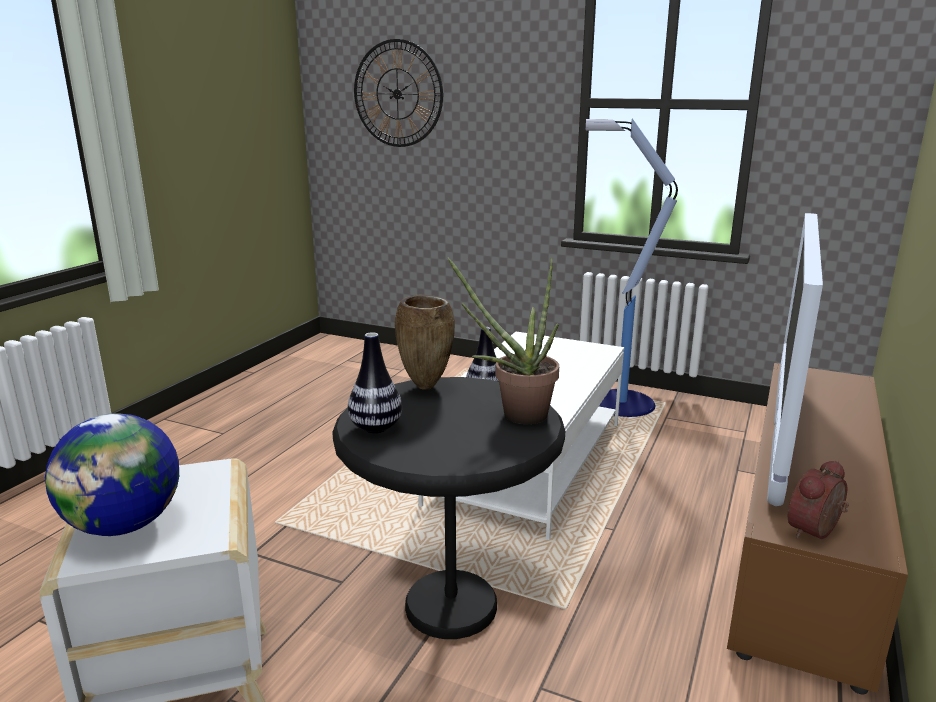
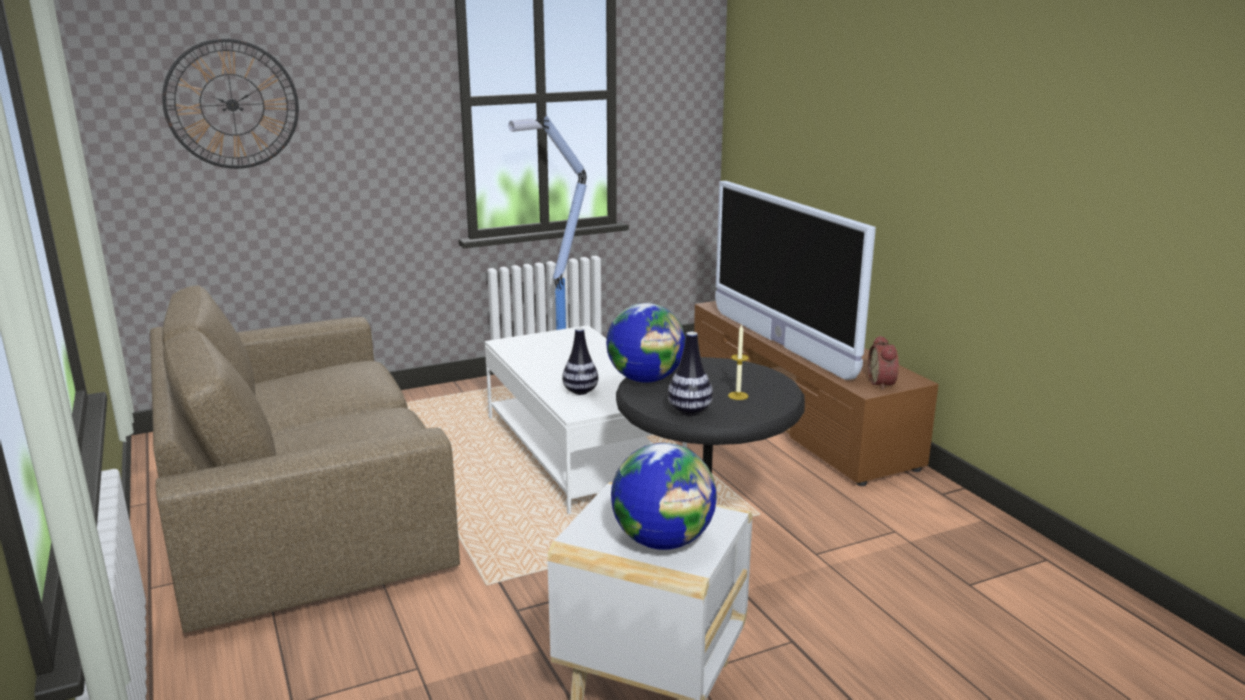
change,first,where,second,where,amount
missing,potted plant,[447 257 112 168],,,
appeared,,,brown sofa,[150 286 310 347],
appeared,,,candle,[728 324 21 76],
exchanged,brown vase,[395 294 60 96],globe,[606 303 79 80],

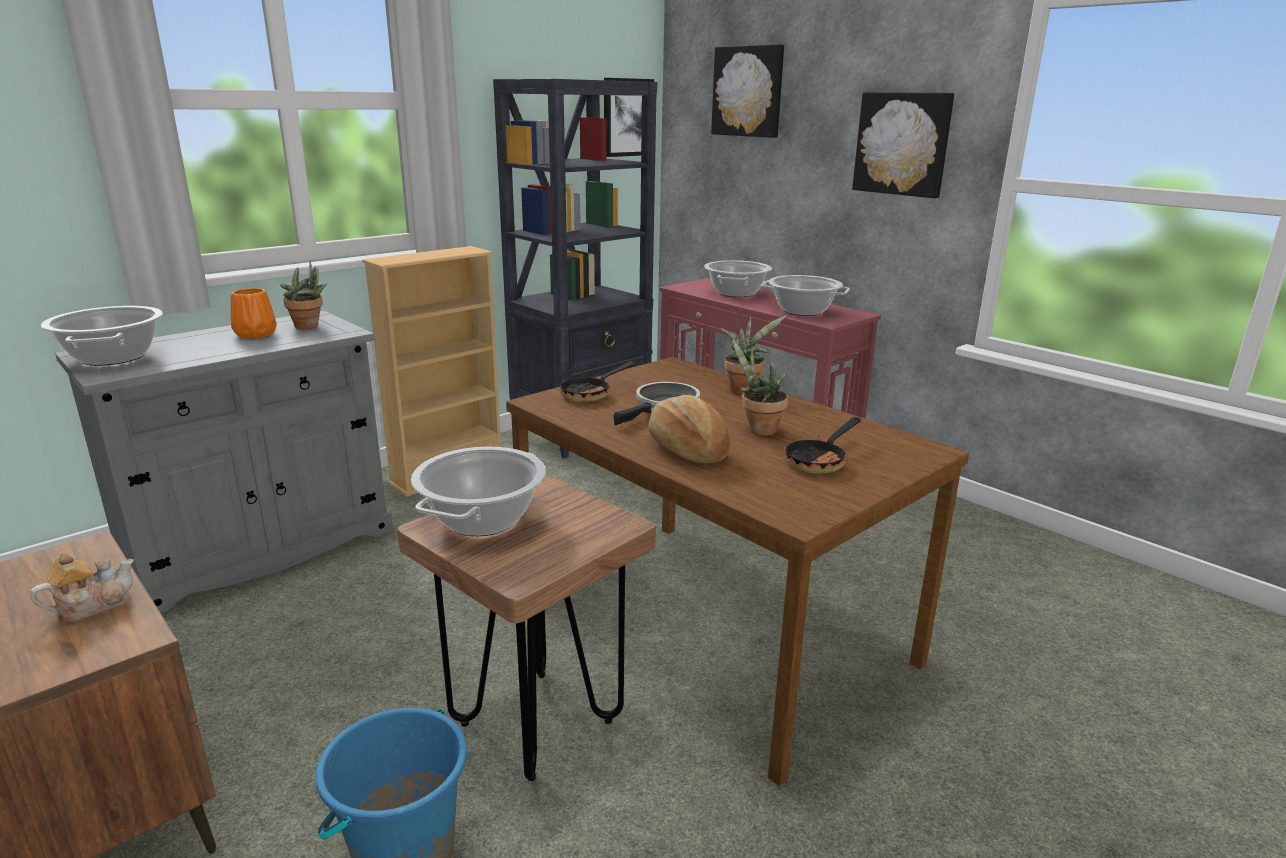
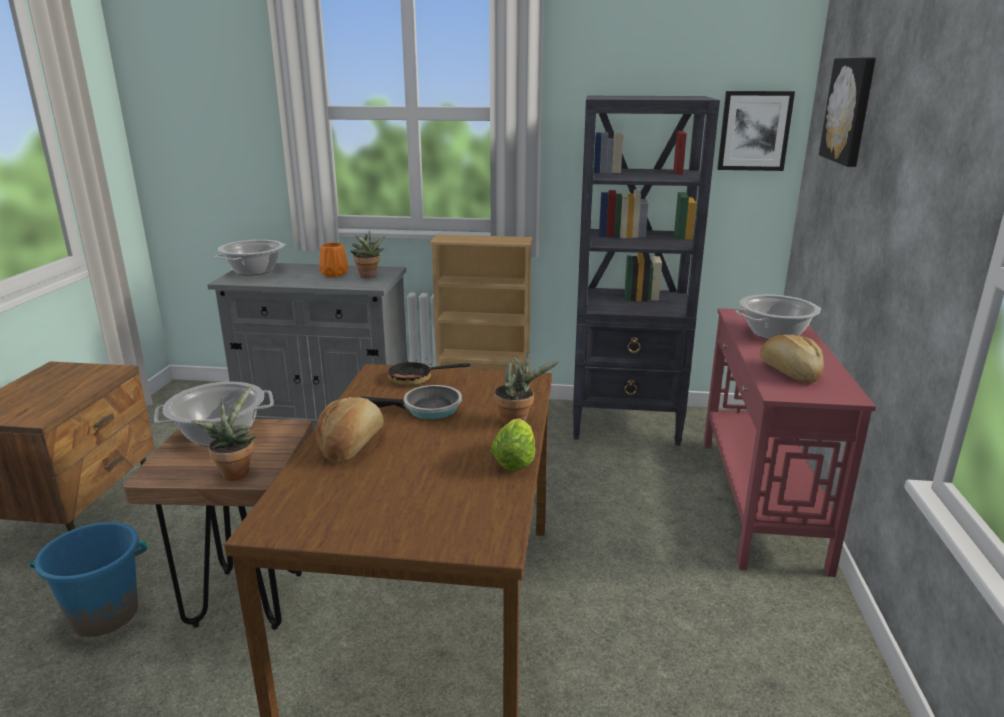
change,first,where,second,where,amount
missing,teapot,[30 553 104 69],,,
missing,frying pan,[785 417 76 56],,,
missing,picture,[852 92 102 106],,,
appeared,,,lettuce,[491 418 44 53],
relocated,potted plant,[732 339 56 97],,[191 385 65 96],
exchanged,cooking pot,[761 275 89 41],bread,[760 335 64 48],

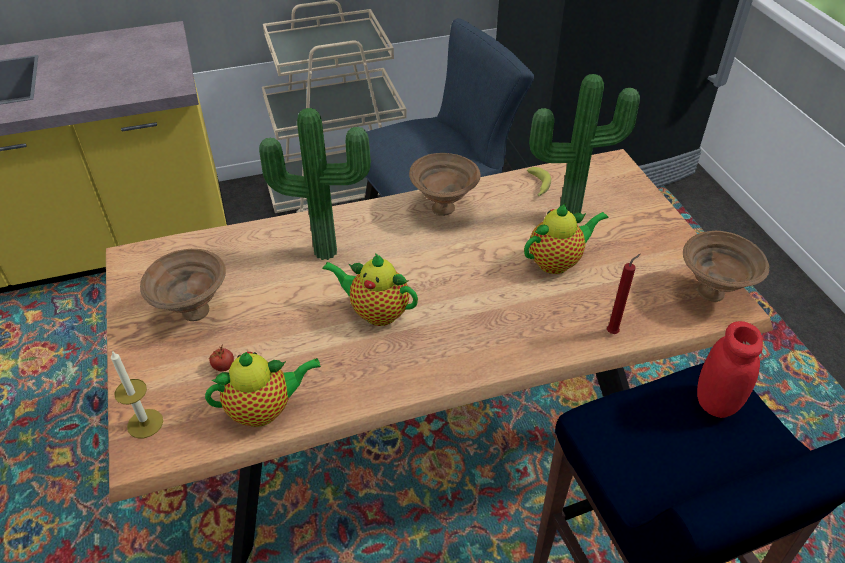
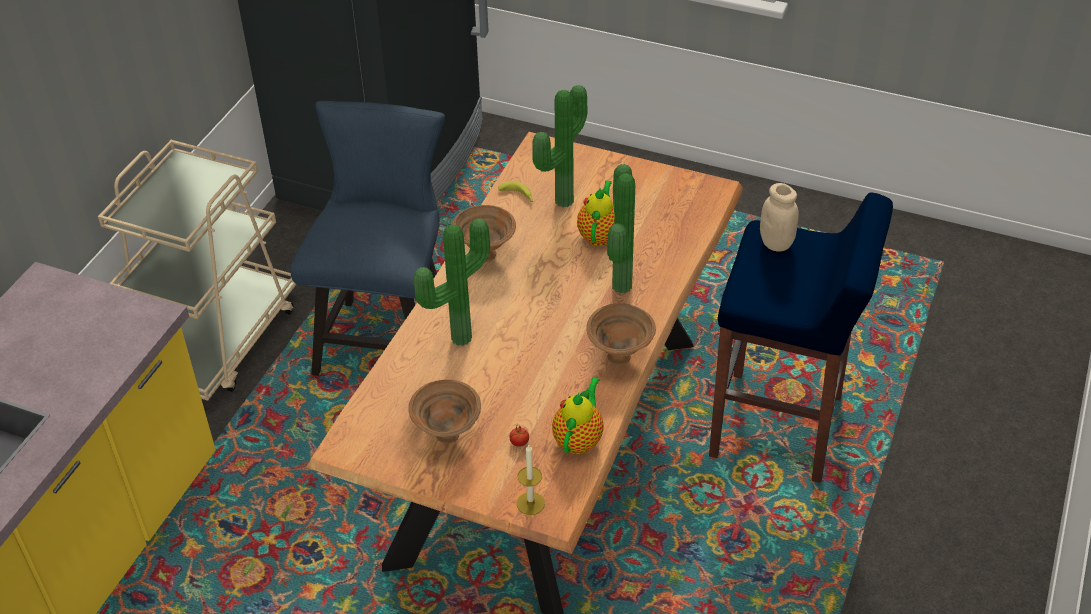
change,first,where,second,where,amount
missing,teapot,[322 253 96 73],,,
missing,red candle,[607 254 34 80],,,
appeared,,,potted plant,[607 164 28 130],
relocated,brown bowl,[683 231 86 71],,[586 303 70 62],
colour,red jar,[697 321 66 97],beige jar,[760 183 39 68],

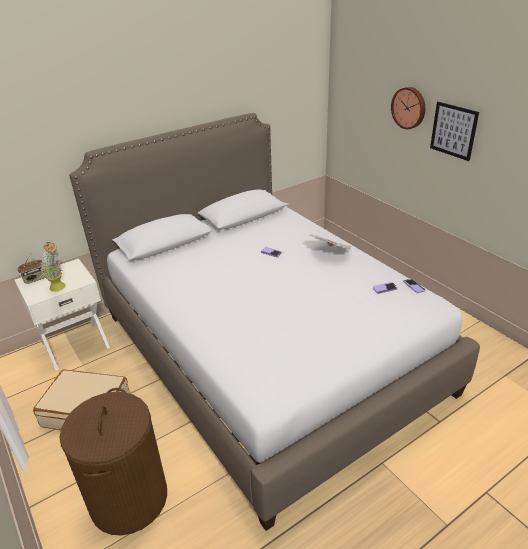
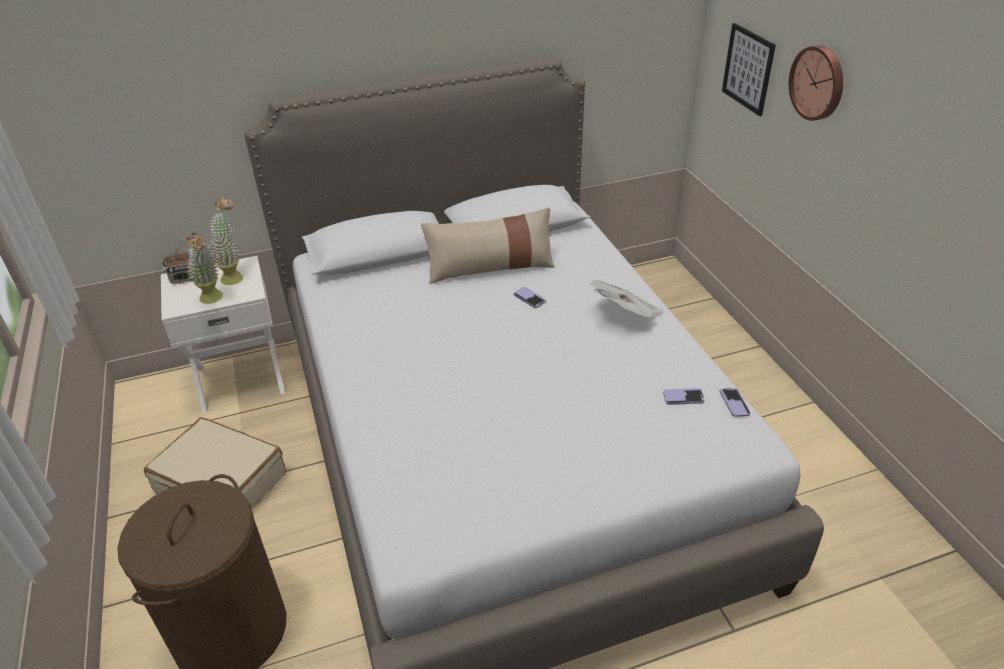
change,first,where,second,where,amount
appeared,,,potted plant,[209 197 34 88],
appeared,,,beige pillow,[421 207 134 77],
relocated,picture,[430 102 49 59],,[722 23 54 93],

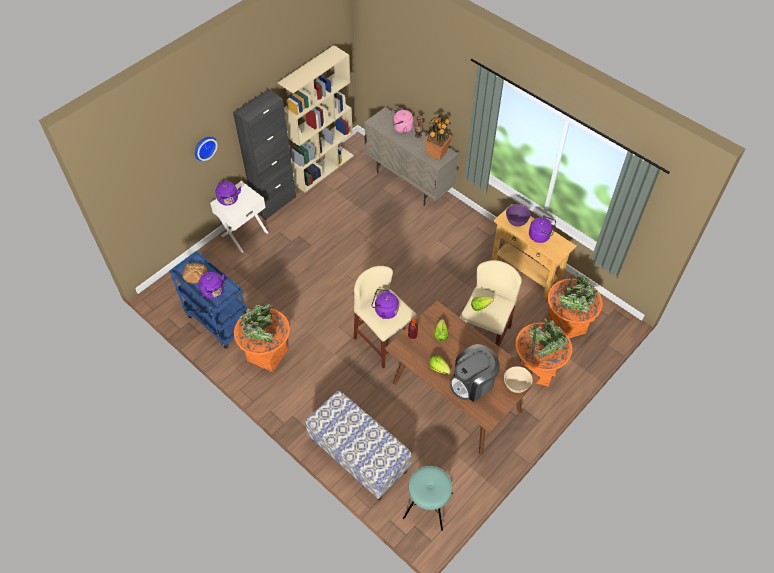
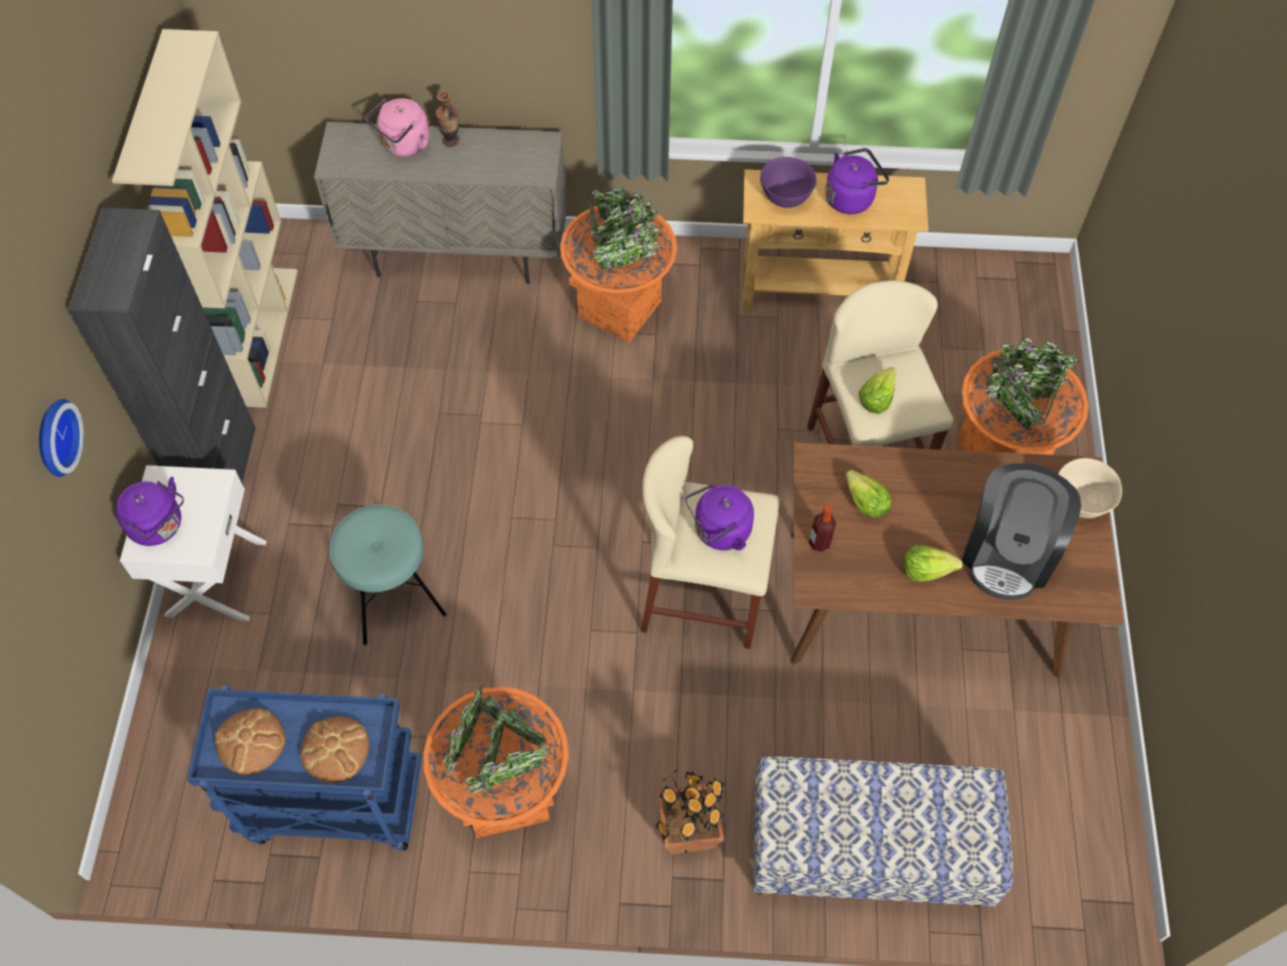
change,first,where,second,where,amount
relocated,turquoise stool,[403 466 50 65],,[329 505 117 140],
relocated,potted plant,[424 116 28 45],,[655 769 70 86],
relocated,orange planter,[548 273 55 65],,[560 187 117 155],
exchanged,purple kettle,[199 272 27 27],bread,[300 717 69 66],

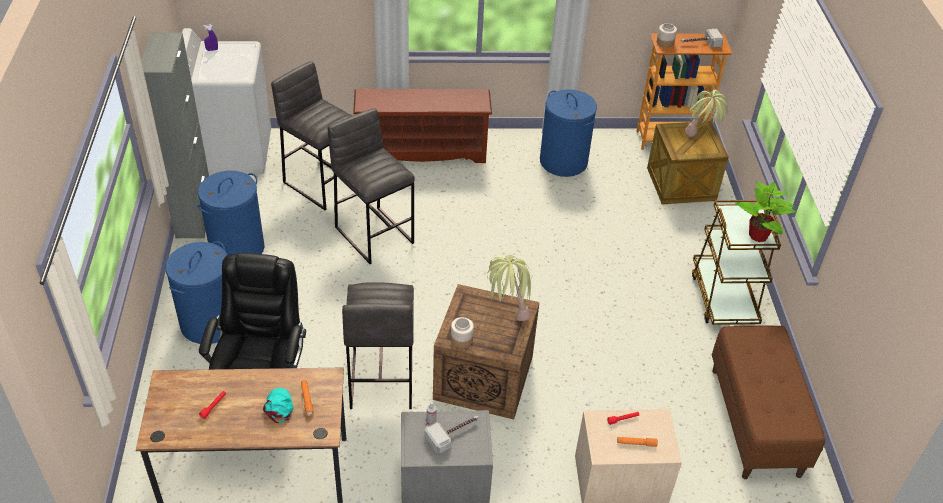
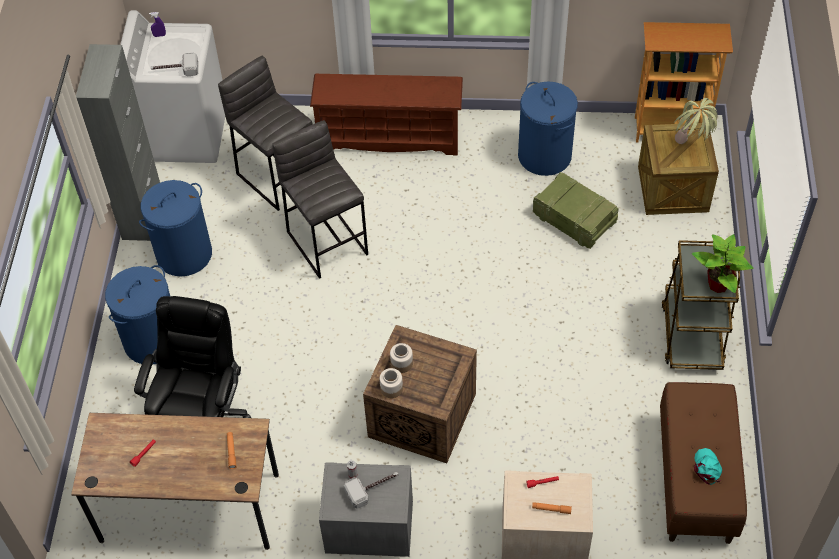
change,first,where,second,where,amount
missing,grey stool,[342 282 72 127],,,
missing,potted plant,[487 255 44 66],,,
appeared,,,crate,[533 172 85 77],
relocated,turquoise cap,[263 388 31 35],,[694 448 28 37],
relocated,jar,[657 23 20 25],,[390 343 23 30],
relocated,hammer,[681 29 43 18],,[151 53 47 23],

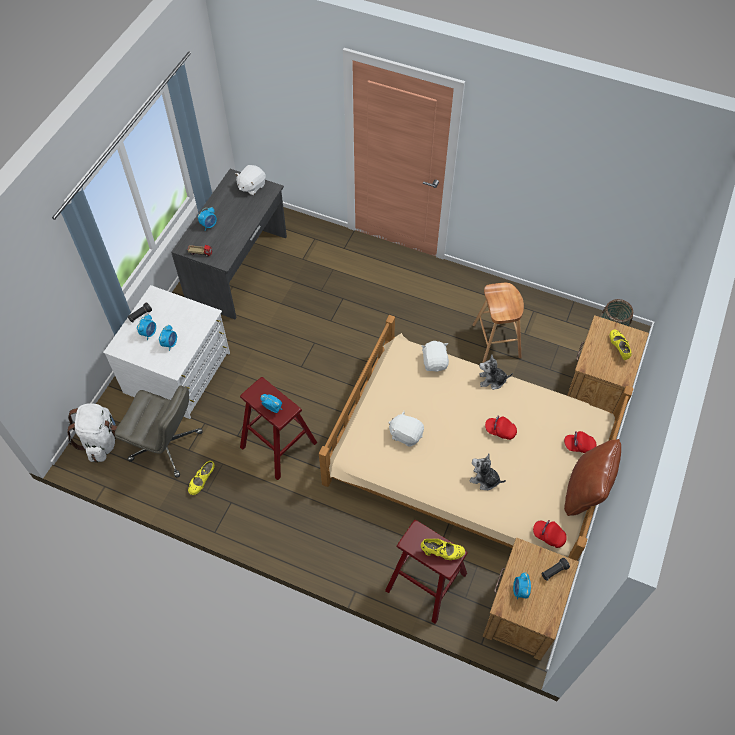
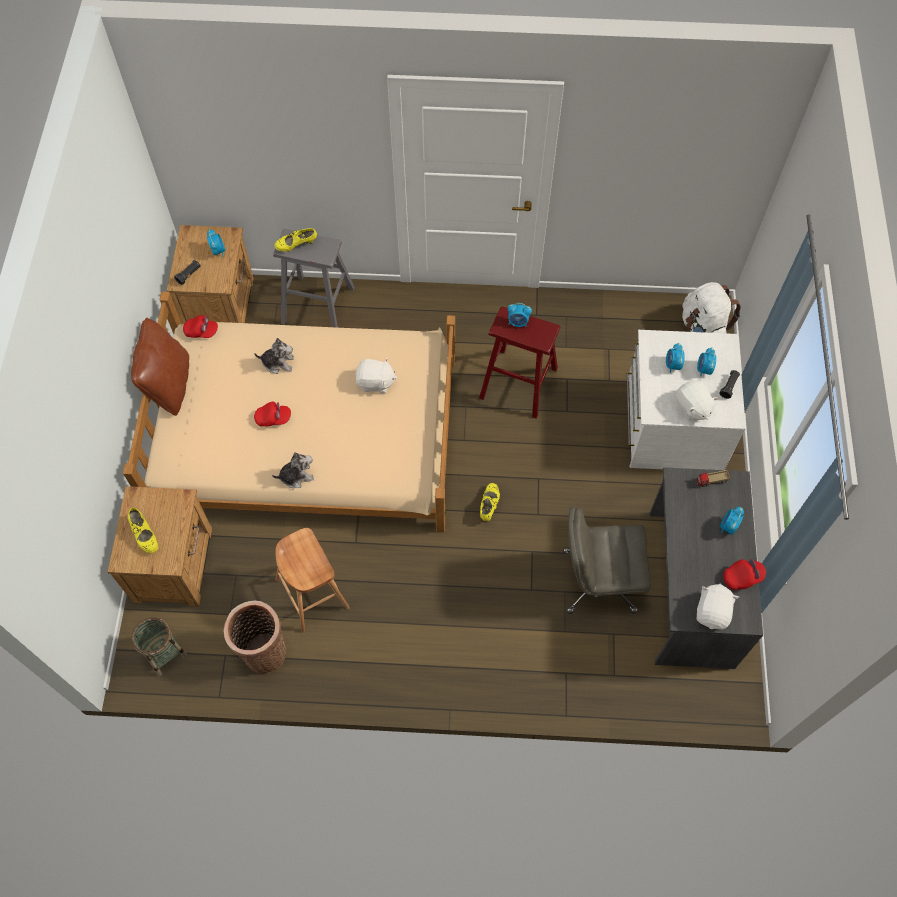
change,first,where,second,where,amount
appeared,,,basket,[223 601 63 73],
relocated,grey office chair,[115 385 88 92],,[563 507 88 107],
relocated,yellow shoe,[188 461 27 34],,[480 483 20 38],
relocated,white plush toy,[421 341 28 31],,[676 380 42 41],
relocated,red cap,[564 431 33 22],,[723 559 43 31],
colour,red stool,[385 520 83 104],grey stool,[273 229 81 99],

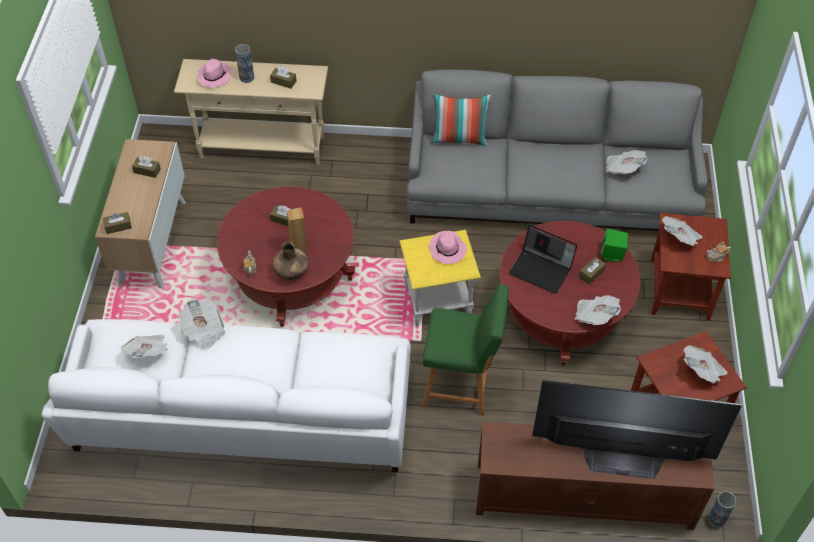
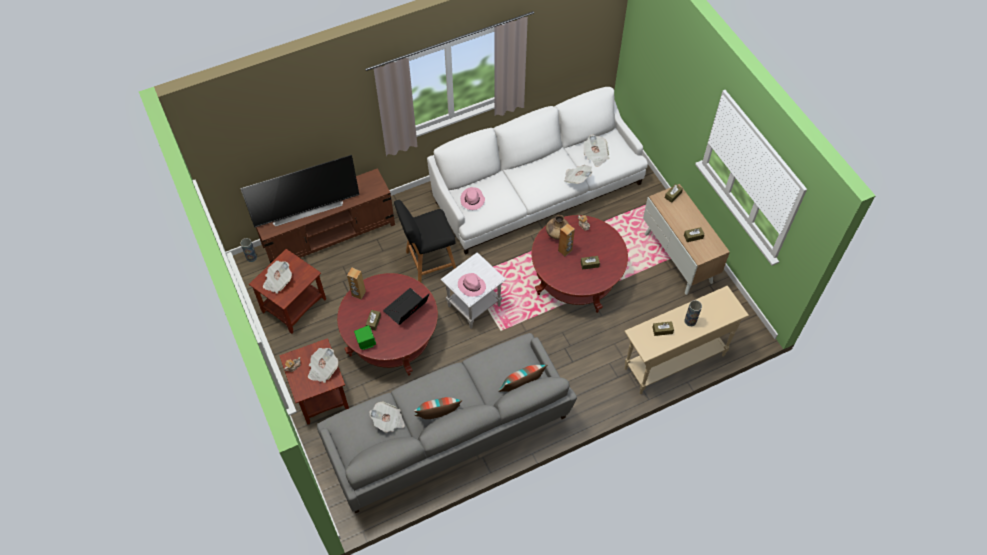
change,first,where,second,where,amount
appeared,,,pillow,[414 397 48 22],
relocated,pink hat,[197 59 35 28],,[460 187 25 23],
exchanged,newspaper,[575 295 46 30],brown speaker,[347 268 19 31],
colour,yellow side table,[400 230 81 96],white side table,[440 252 66 77],
colour,green stool,[422 285 87 131],black stool,[394 200 62 82],
spun,laptop,[509 225 68 69],,[383 288 46 37],45 degrees counterclockwise

